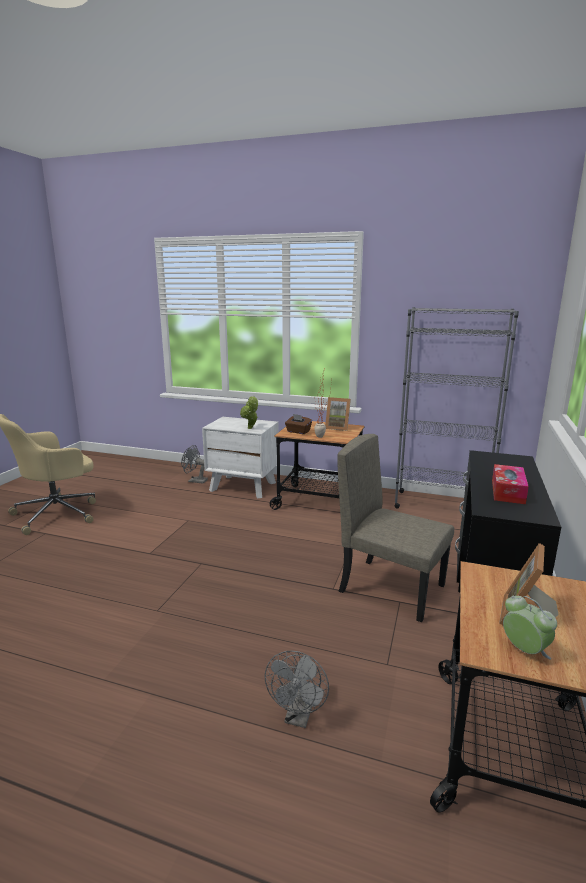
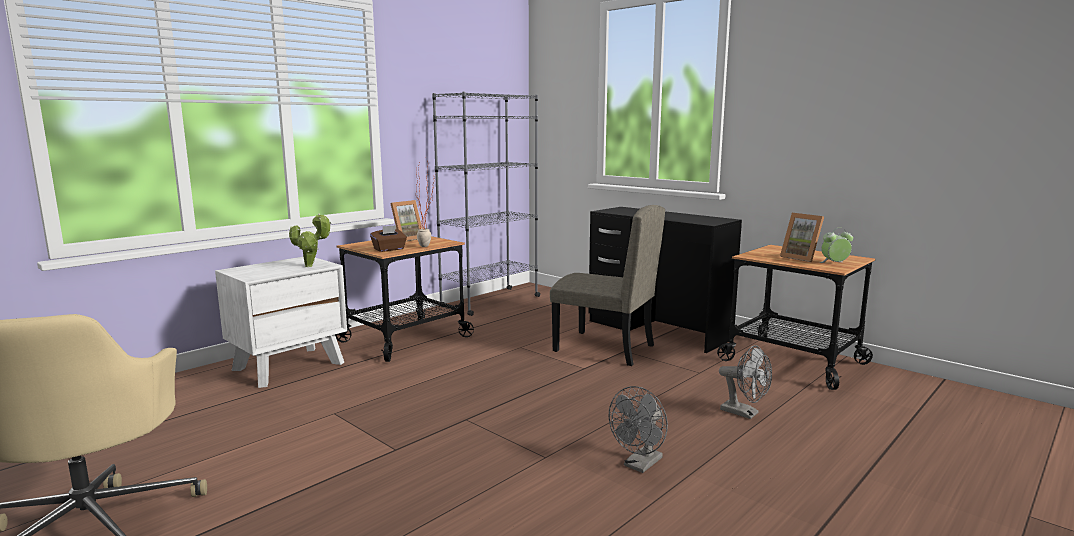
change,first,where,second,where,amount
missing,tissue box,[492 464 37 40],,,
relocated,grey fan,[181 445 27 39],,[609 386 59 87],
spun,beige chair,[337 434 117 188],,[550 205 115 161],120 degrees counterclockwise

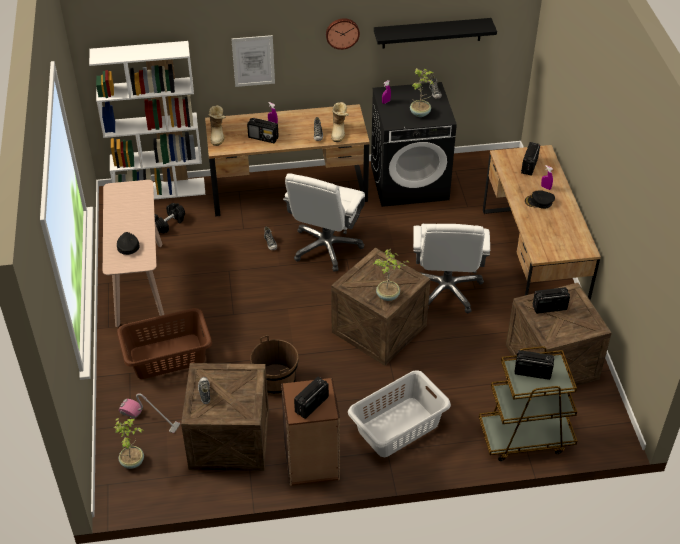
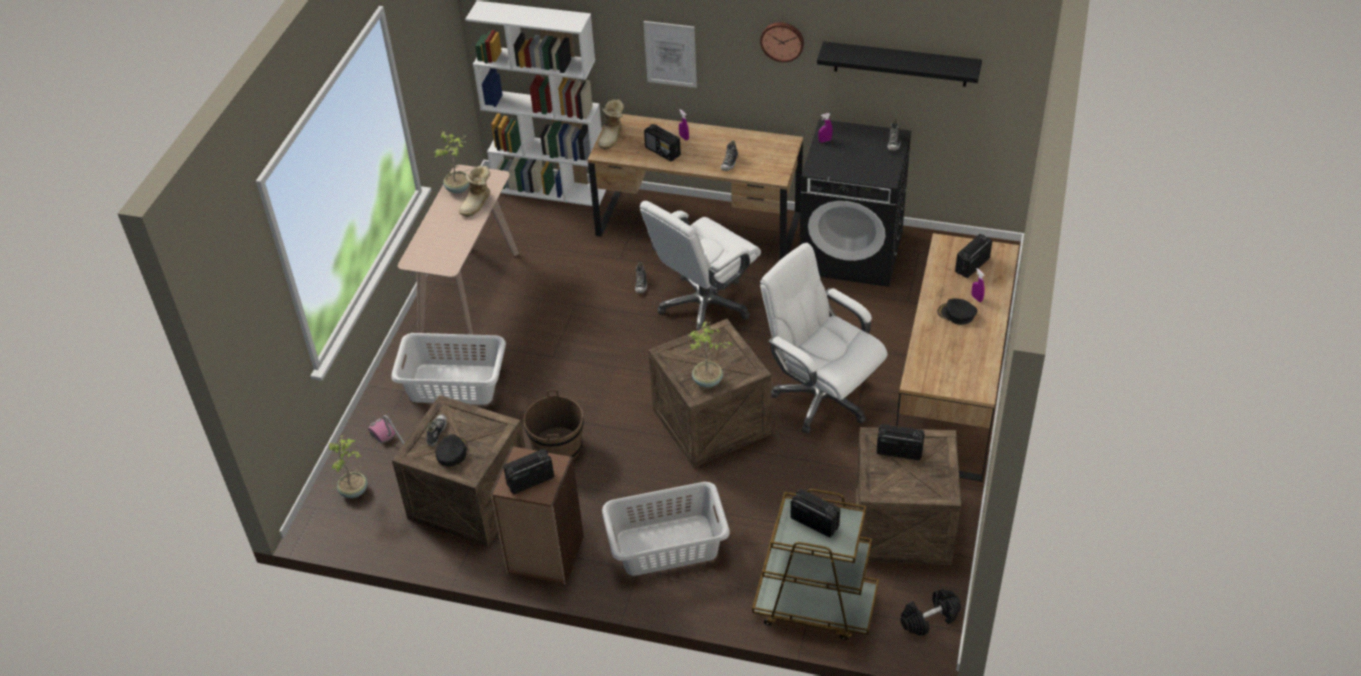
change,first,where,second,where,amount
relocated,black cap,[117 232 23 23],,[436 434 32 32],
relocated,black dumbbell,[154 203 31 31],,[901 589 60 47],
relocated,boot,[331 102 18 40],,[459 166 31 51],
relocated,potted plant,[410 68 24 49],,[435 131 35 63],
colour,brown laundry basket,[117 308 95 71],white laundry basket,[392 333 114 72],
spun,white office chair,[413 224 77 89],,[760 243 128 191],105 degrees clockwise

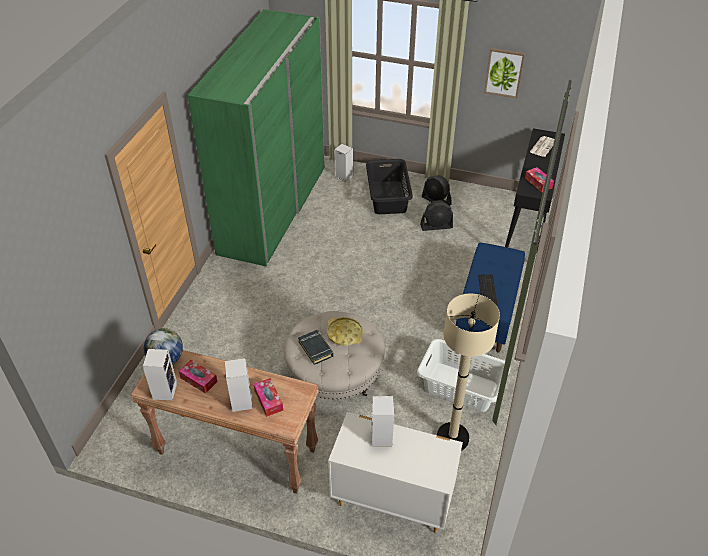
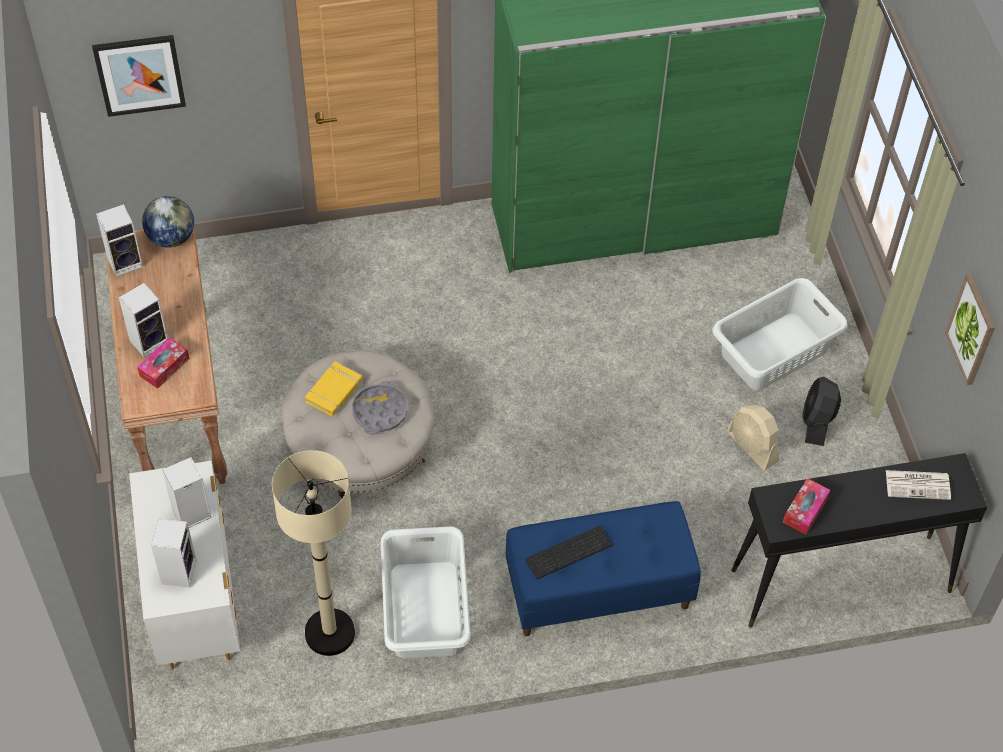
change,first,where,second,where,amount
missing,tissue box,[179 360 39 34],,,
appeared,,,picture,[92 35 94 82],
relocated,speaker,[334 144 19 38],,[151 518 46 69],
colour,black book,[298 330 35 35],yellow book,[305 361 57 56],
colour,yellow tray,[327 317 36 29],grey tray,[352 381 55 54],
colour,black laundry basket,[366 159 47 55],white laundry basket,[712 278 136 112],
colour,black fan,[420 200 33 31],beige fan,[727 405 52 66],

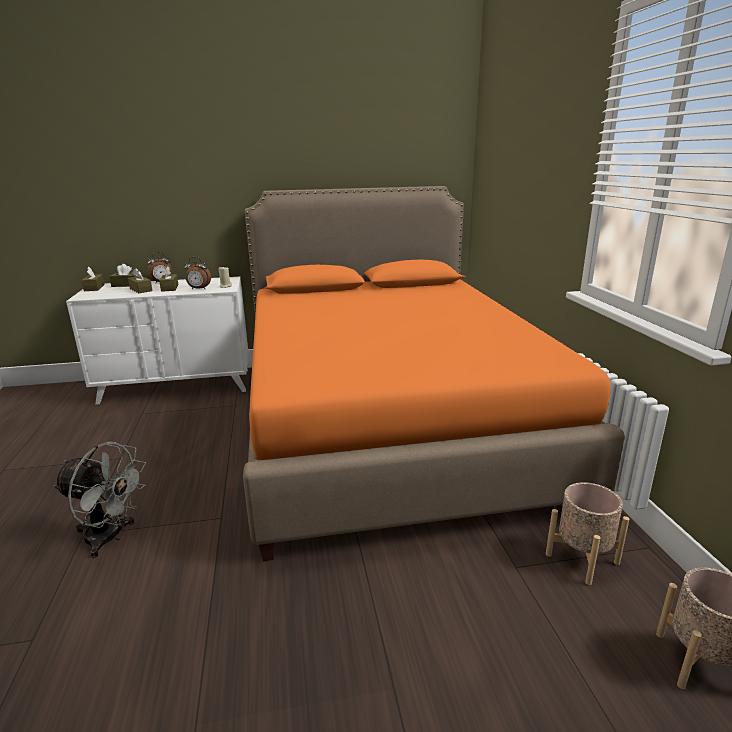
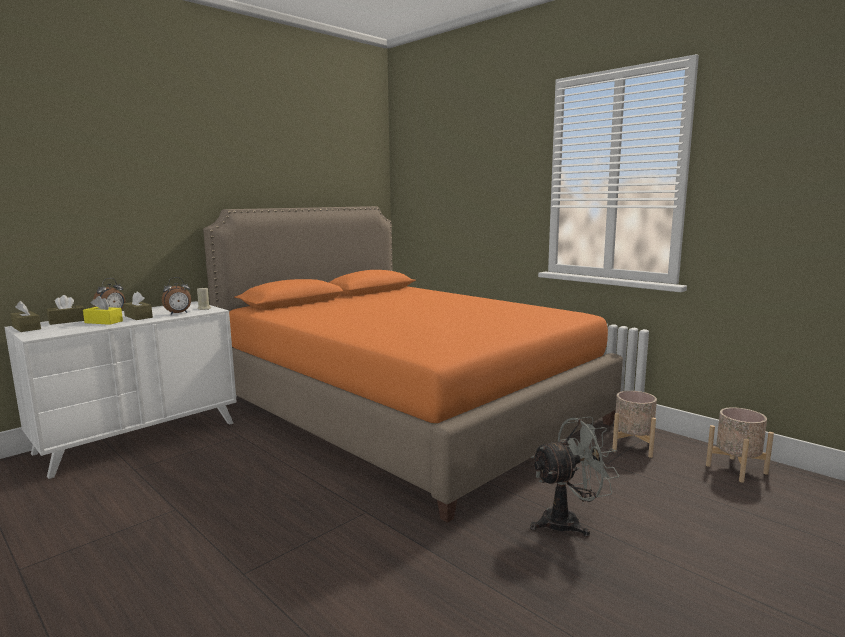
change,first,where,second,where,amount
relocated,grey fan,[53 442 93 116],,[530 416 89 121],
colour,brown tissue box,[128 268 25 25],yellow tissue box,[83 296 40 29],

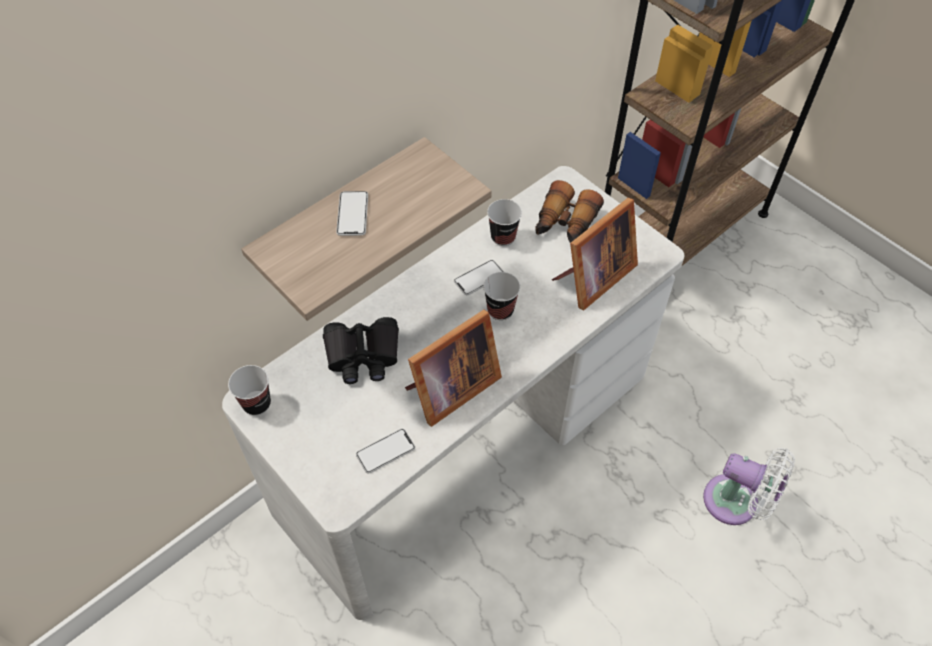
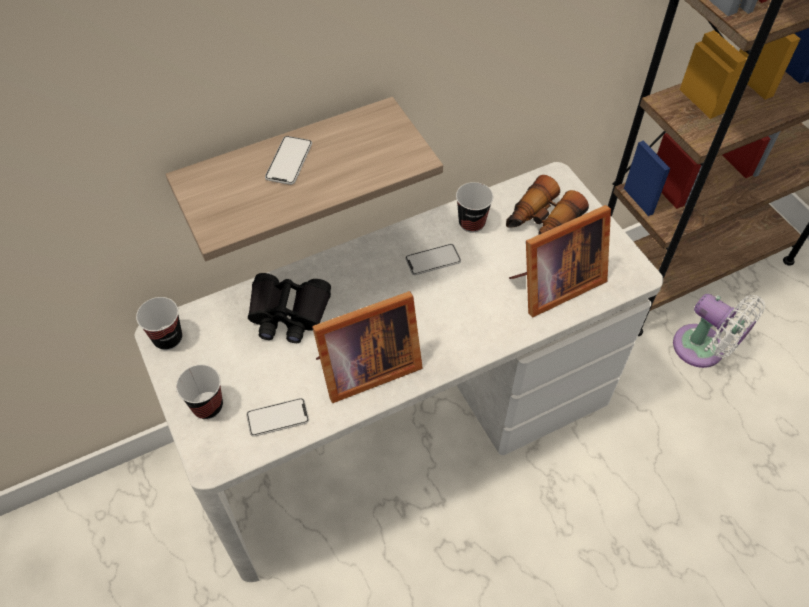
change,first,where,second,where,amount
relocated,cup,[483 272 37 48],,[176 365 47 54],
relocated,white fan,[703 448 92 77],,[673 294 92 74],

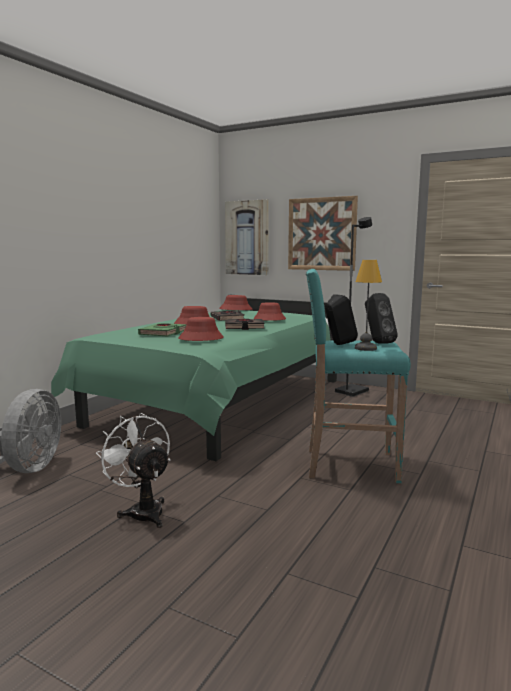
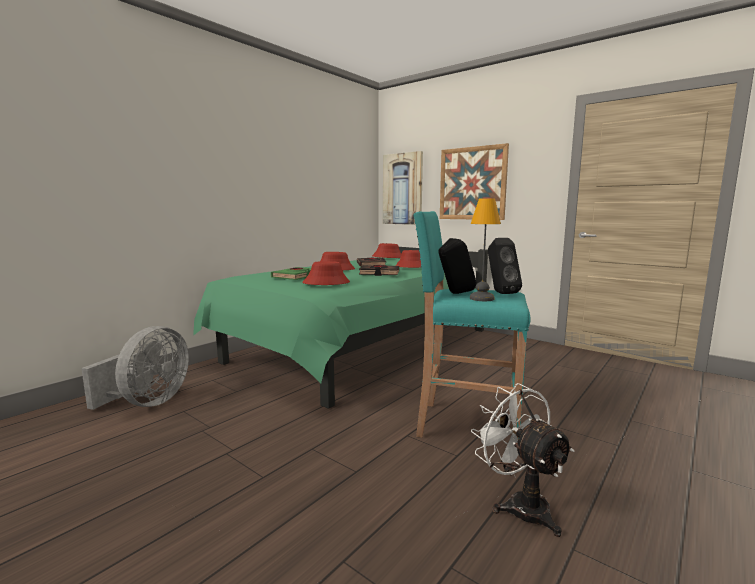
change,first,where,second,where,amount
missing,black floor lamp,[335 217 37 180],,,
relocated,white fan,[96 413 74 115],,[471 383 104 154],

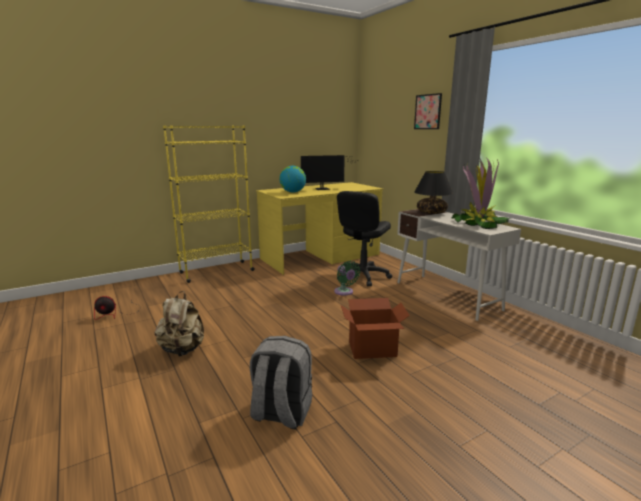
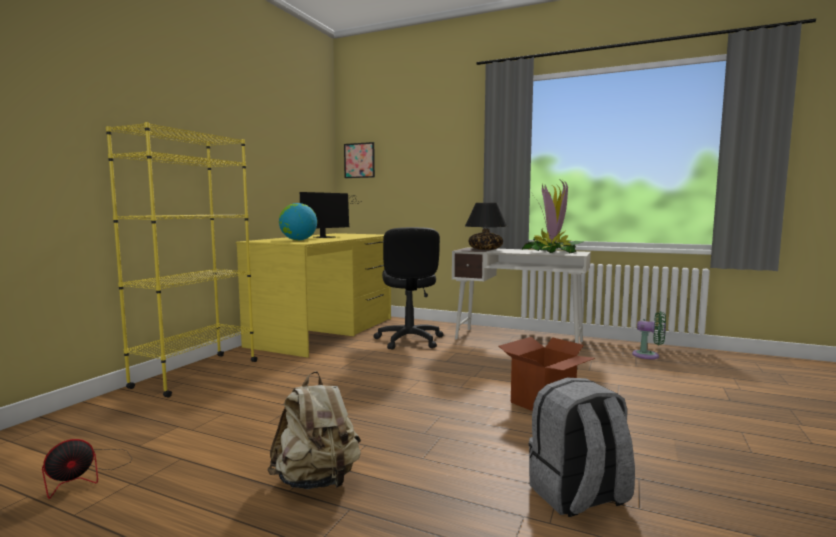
change,first,where,second,where,amount
relocated,green fan,[334 261 26 35],,[632 311 34 48],
relocated,picture,[414 93 28 36],,[344 142 31 36],

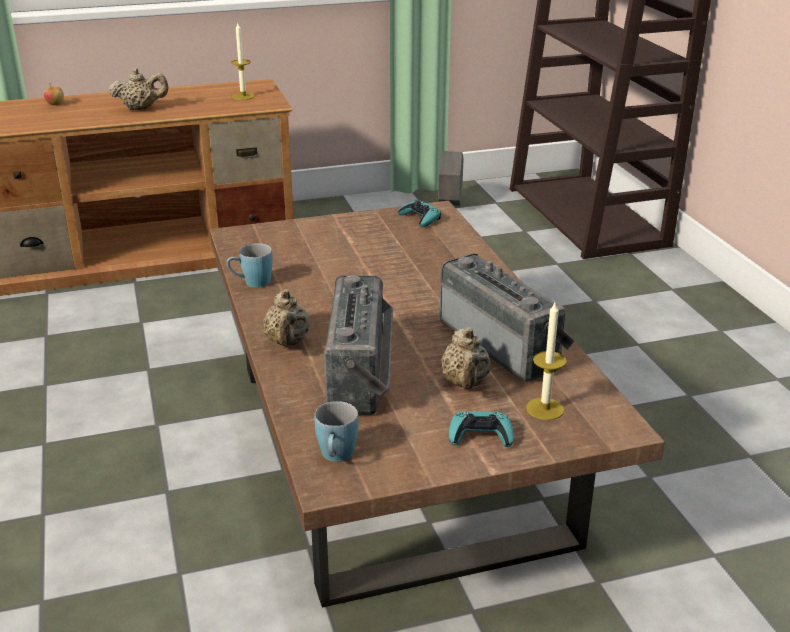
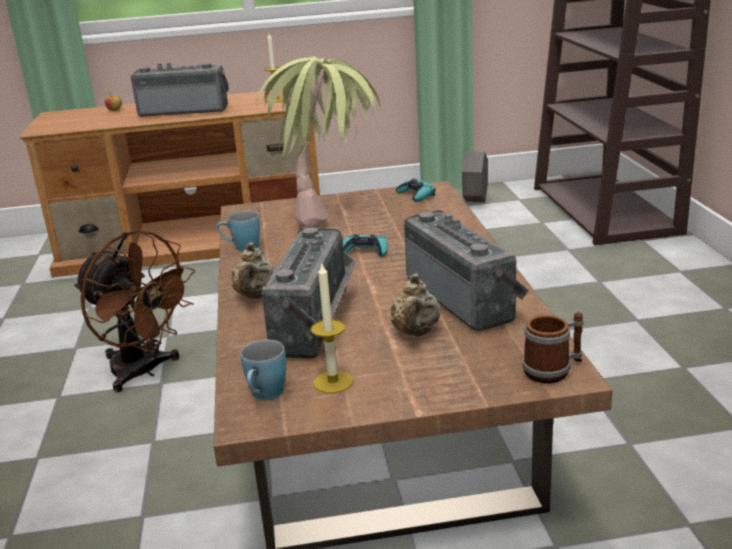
change,first,where,second,where,amount
appeared,,,brown fan,[74 230 121 163],
appeared,,,potted plant,[256 56 124 172],
appeared,,,mug,[522 312 62 71],
relocated,turquoise game controller,[449 411 65 36],,[343 234 45 23],
relocated,candle,[526 303 40 117],,[310 264 43 129],
exchanged,beige teapot,[109 68 60 42],radio,[131 63 98 54],

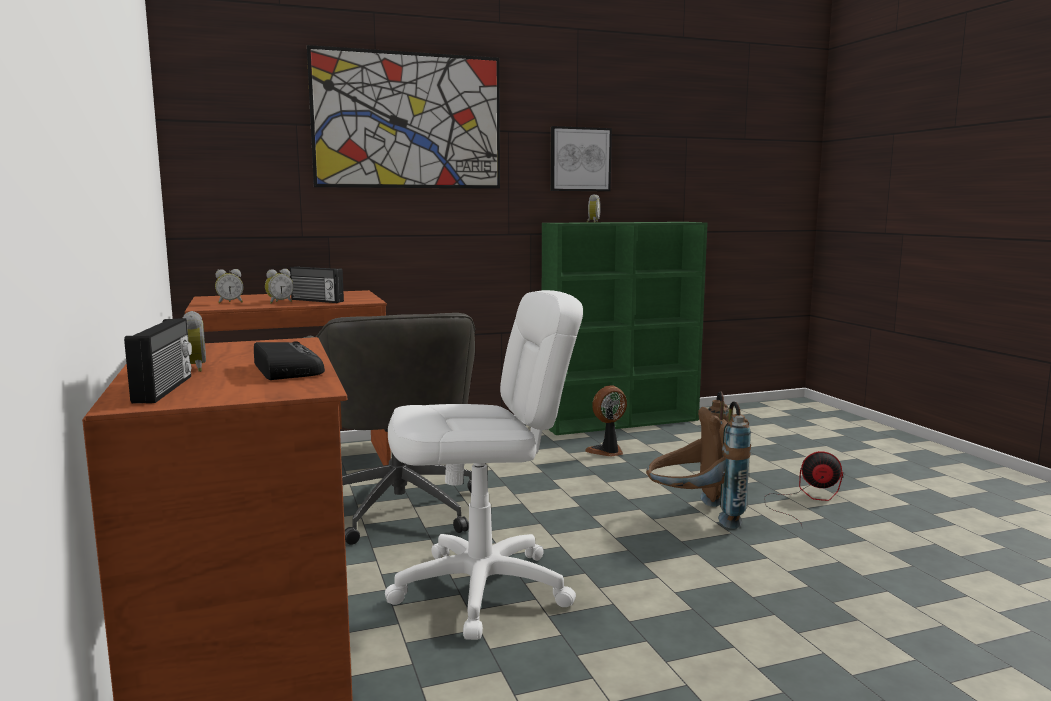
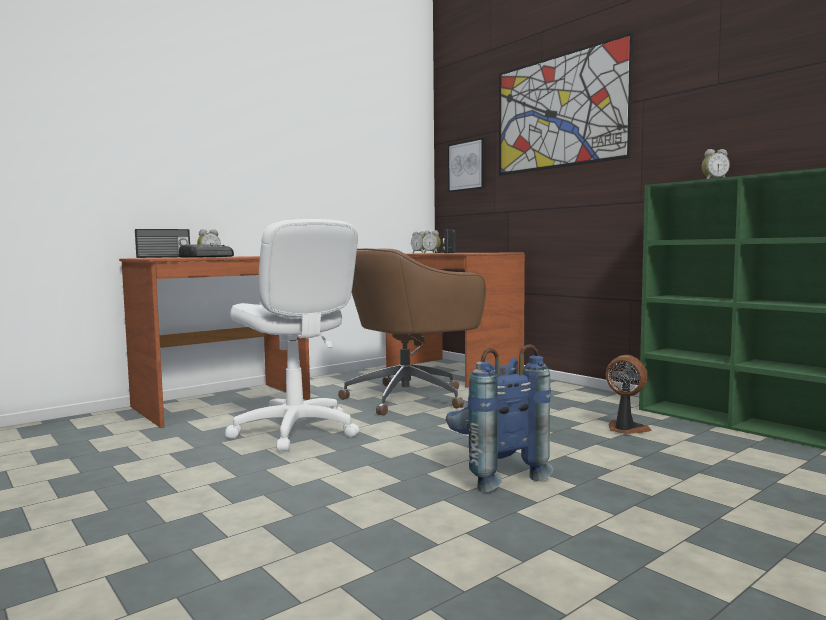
change,first,where,second,where,amount
missing,fan,[764 451 79 74],,,
relocated,picture,[550 126 62 65],,[448 138 38 54],
colour,grey office chair,[303 313 172 232],brown office chair,[338 248 148 168],
colour,brown backpack,[646 391 105 138],blue backpack,[446 344 107 148],

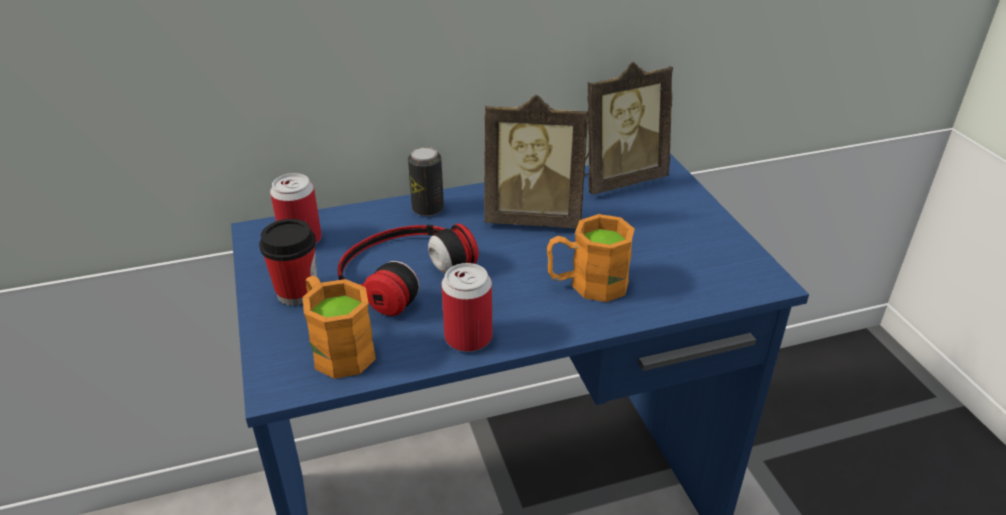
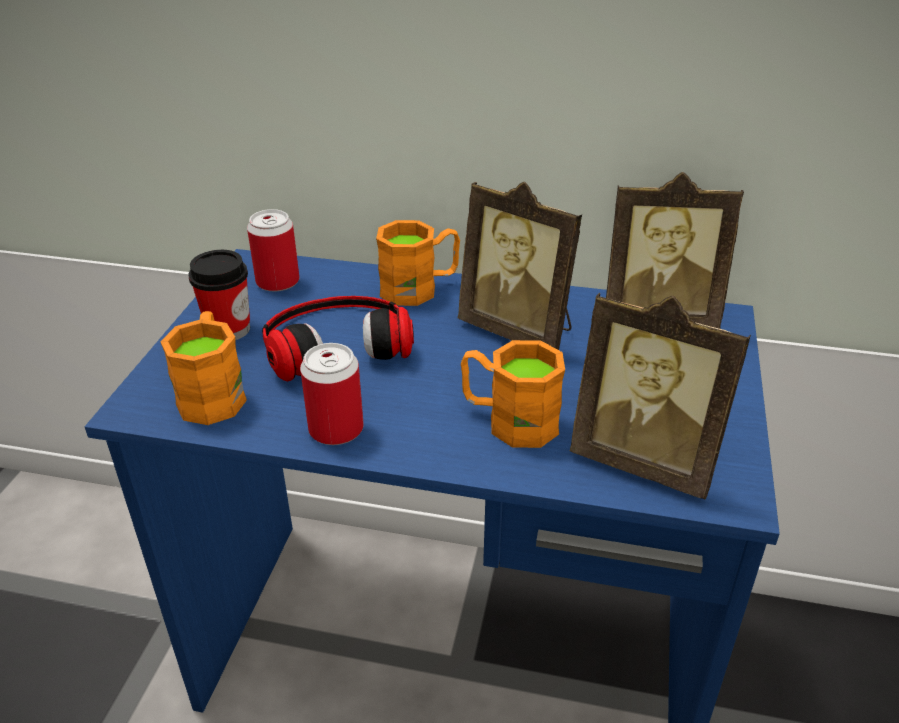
change,first,where,second,where,amount
appeared,,,picture frame,[570 293 181 206],
exchanged,can,[408 147 36 69],orange mug,[376 220 84 86],

